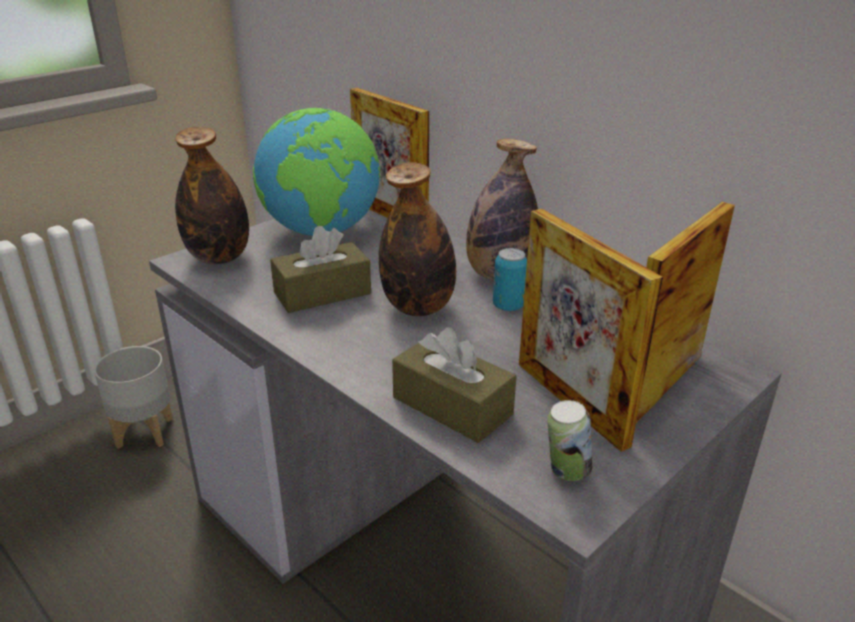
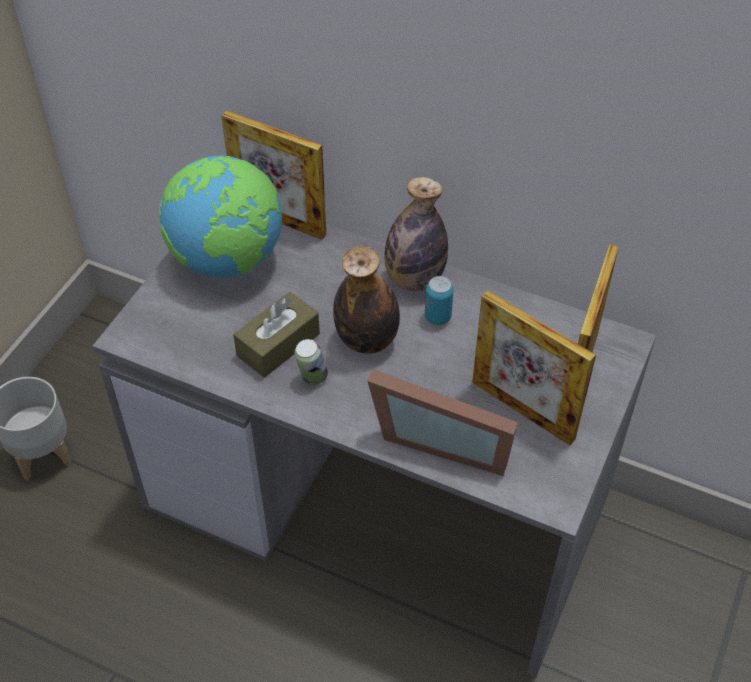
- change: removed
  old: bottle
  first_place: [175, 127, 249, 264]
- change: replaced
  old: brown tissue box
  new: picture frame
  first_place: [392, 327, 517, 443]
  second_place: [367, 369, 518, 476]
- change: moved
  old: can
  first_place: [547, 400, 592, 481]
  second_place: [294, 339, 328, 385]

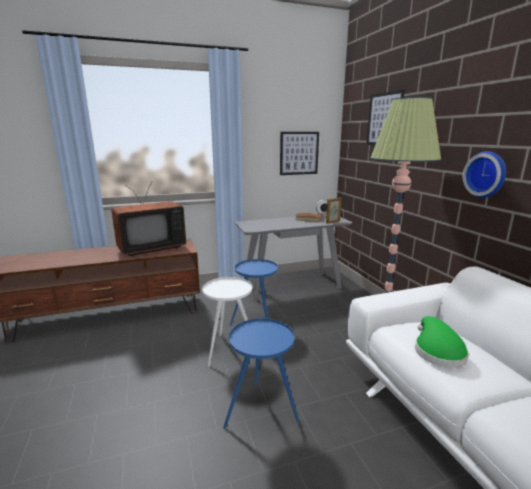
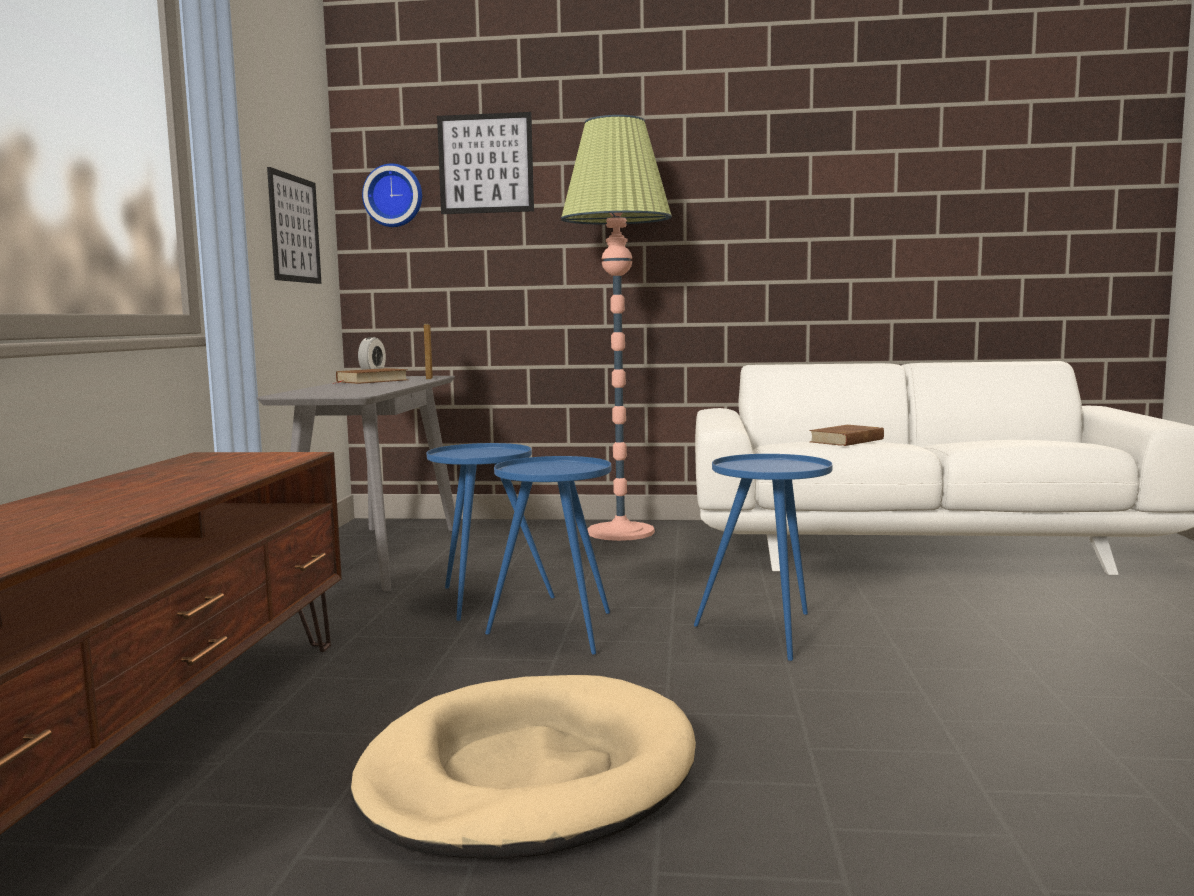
- change: moved
  old: wall clock
  first_place: [463, 151, 506, 198]
  second_place: [362, 164, 422, 227]
- change: removed
  old: television
  first_place: [111, 180, 186, 256]
- change: recoloured
  old: white side table
  new: blue side table
  first_place: [202, 277, 252, 366]
  second_place: [485, 456, 611, 654]
- change: replaced
  old: green hat
  new: brown book
  first_place: [415, 316, 469, 368]
  second_place: [809, 425, 884, 446]
- change: added
  new: beige dog bed
  second_place: [351, 675, 696, 859]

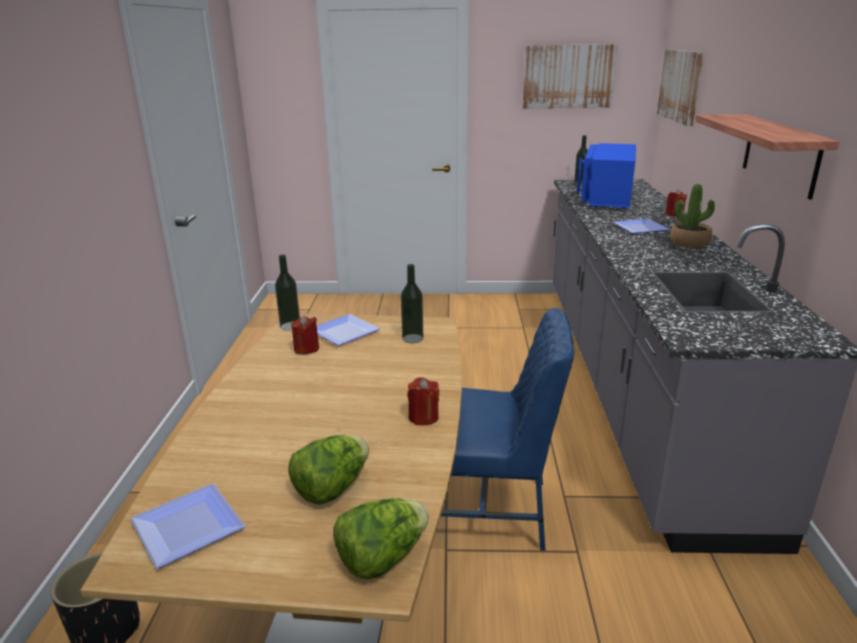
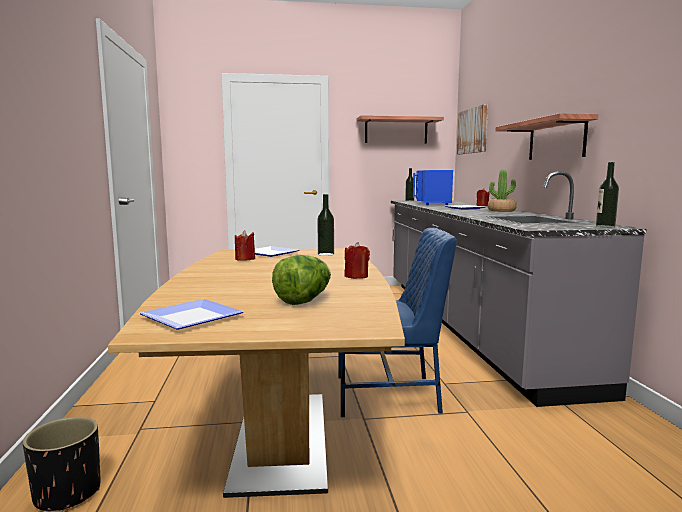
- change: replaced
  old: picture
  new: shelf
  first_place: [523, 44, 617, 109]
  second_place: [356, 115, 444, 143]
- change: moved
  old: bottle
  first_place: [275, 255, 300, 331]
  second_place: [596, 162, 619, 227]
- change: removed
  old: lettuce
  first_place: [333, 498, 429, 579]

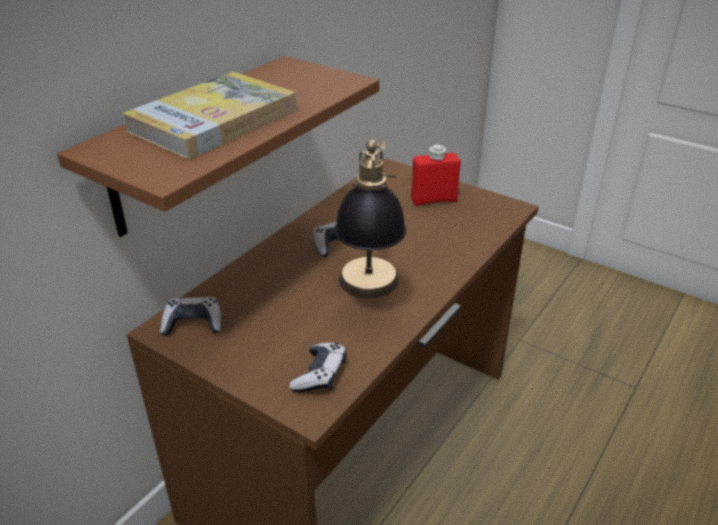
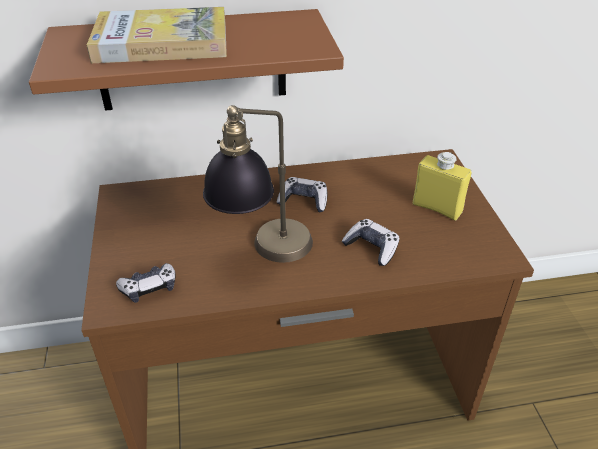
- change: recoloured
  old: red bottle
  new: yellow bottle
  first_place: [411, 145, 461, 206]
  second_place: [413, 152, 472, 221]
- change: moved
  old: game controller
  first_place: [160, 297, 222, 336]
  second_place: [342, 219, 400, 266]

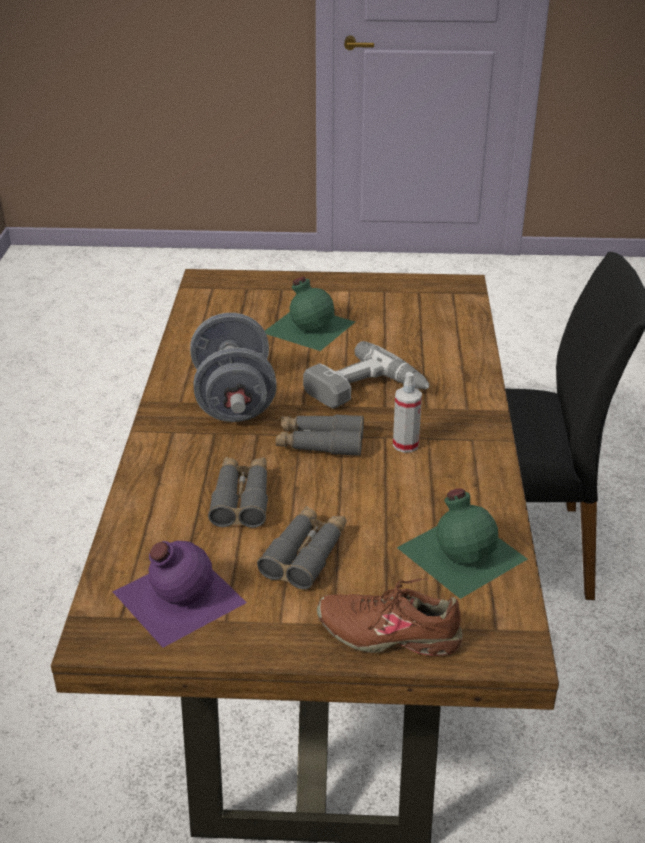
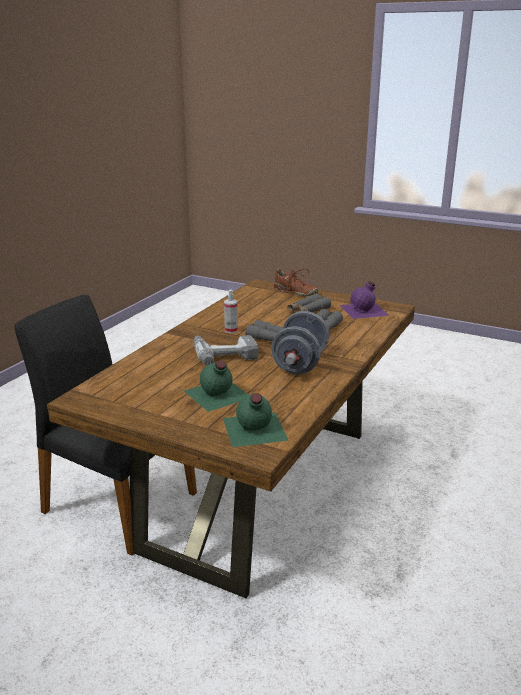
- change: moved
  old: green bottle
  first_place: [397, 488, 527, 599]
  second_place: [223, 393, 289, 447]

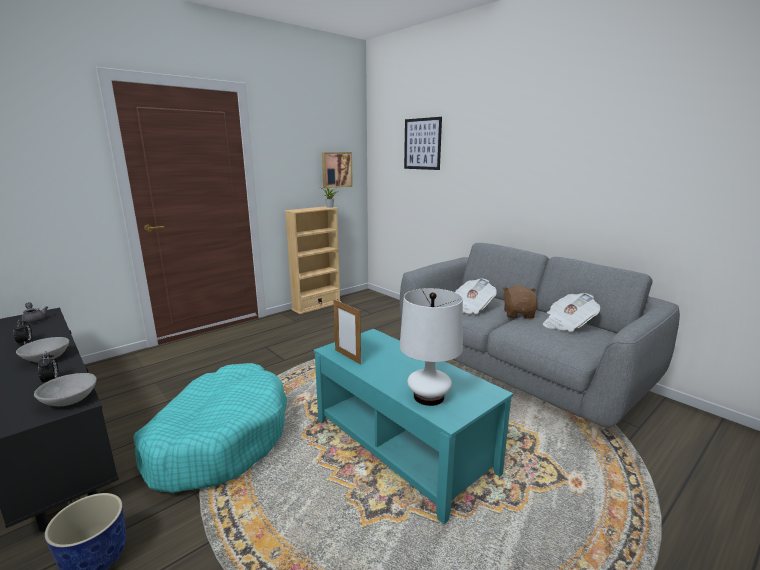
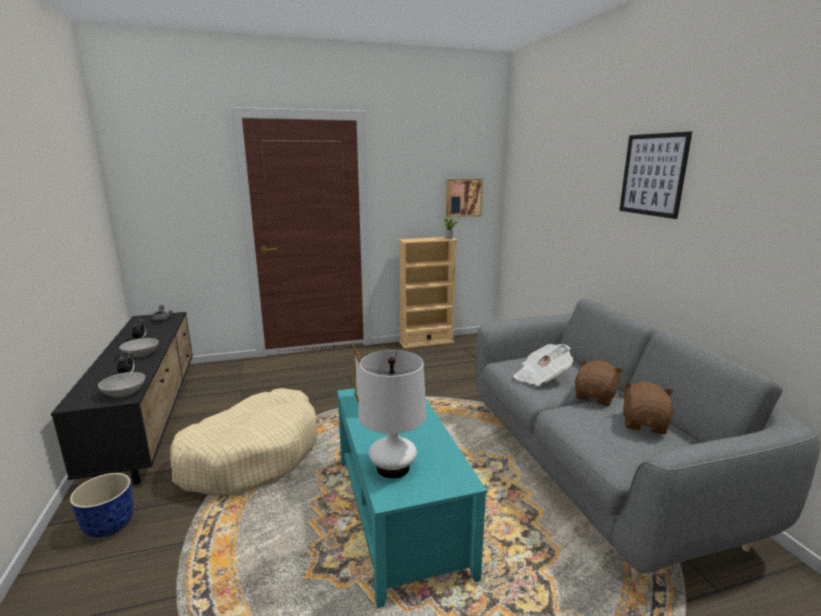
- change: moved
  old: picture
  first_place: [404, 117, 442, 170]
  second_place: [619, 131, 692, 219]
- change: replaced
  old: newspaper
  new: brown plush toy
  first_place: [543, 293, 600, 332]
  second_place: [622, 382, 674, 434]
- change: recoloured
  old: turquoise dog bed
  new: beige dog bed
  first_place: [133, 363, 287, 493]
  second_place: [170, 388, 317, 496]

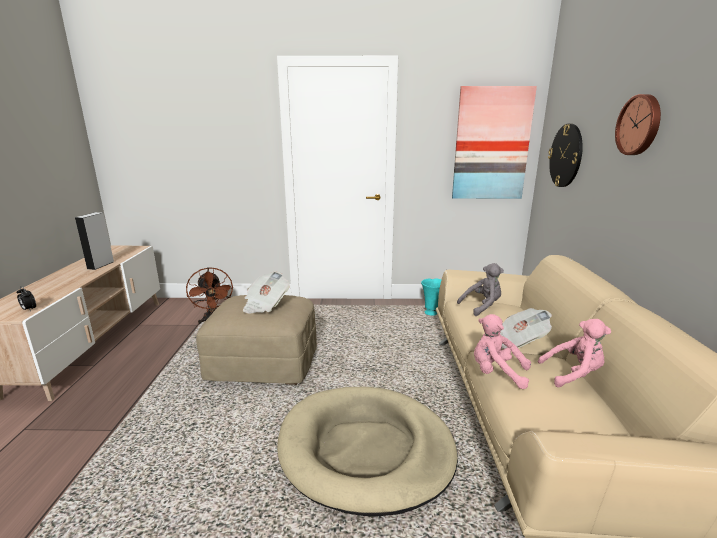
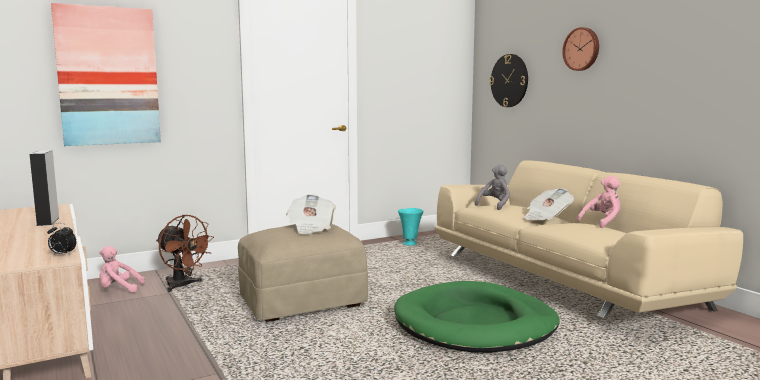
- change: moved
  old: picture
  first_place: [452, 86, 537, 199]
  second_place: [51, 3, 161, 146]
- change: moved
  old: pink plush toy
  first_place: [474, 314, 531, 389]
  second_place: [99, 246, 145, 293]
- change: recoloured
  old: beige dog bed
  new: green dog bed
  first_place: [277, 387, 458, 517]
  second_place: [394, 281, 560, 353]

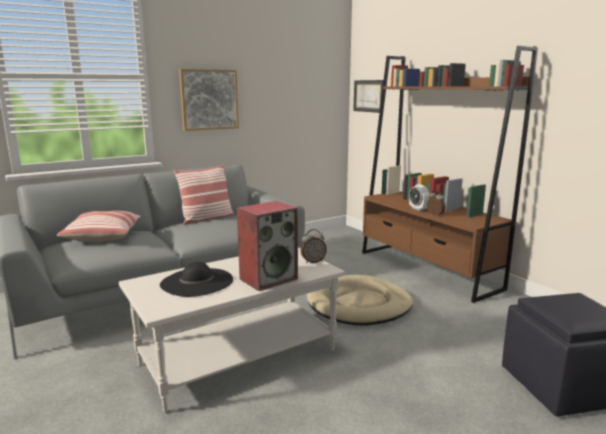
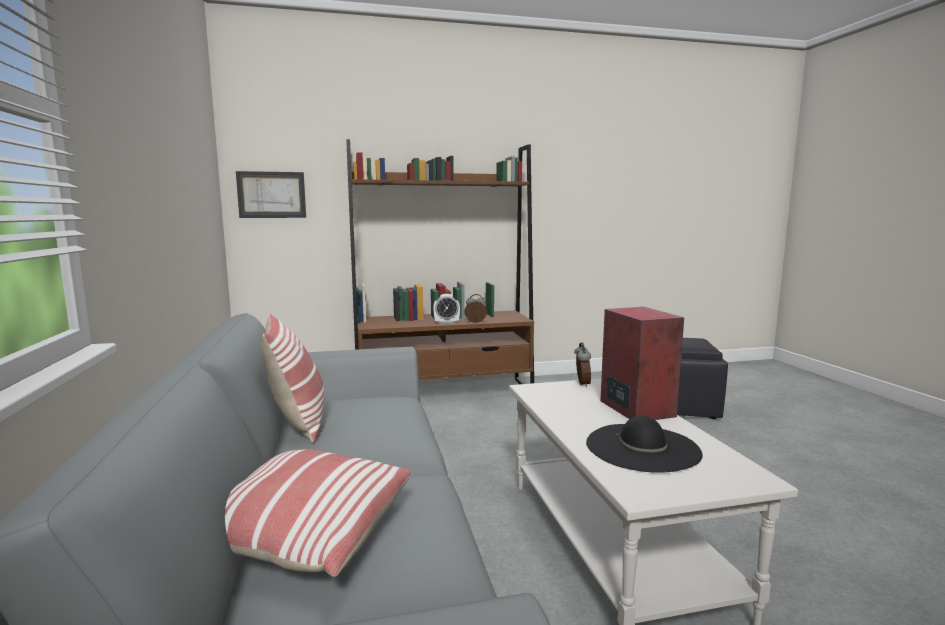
- change: removed
  old: picture
  first_place: [179, 69, 239, 131]
- change: removed
  old: beige dog bed
  first_place: [307, 275, 413, 325]

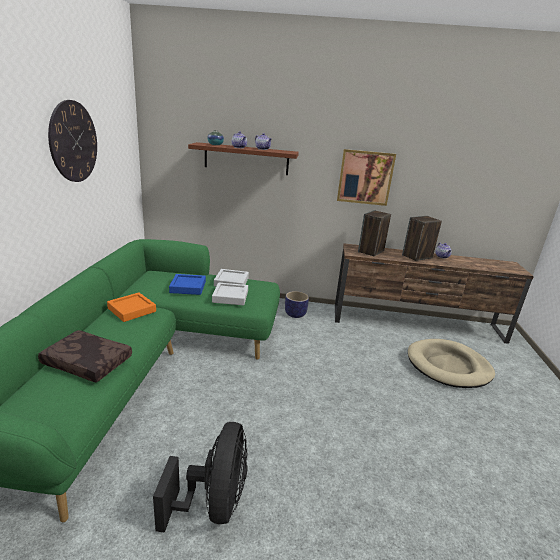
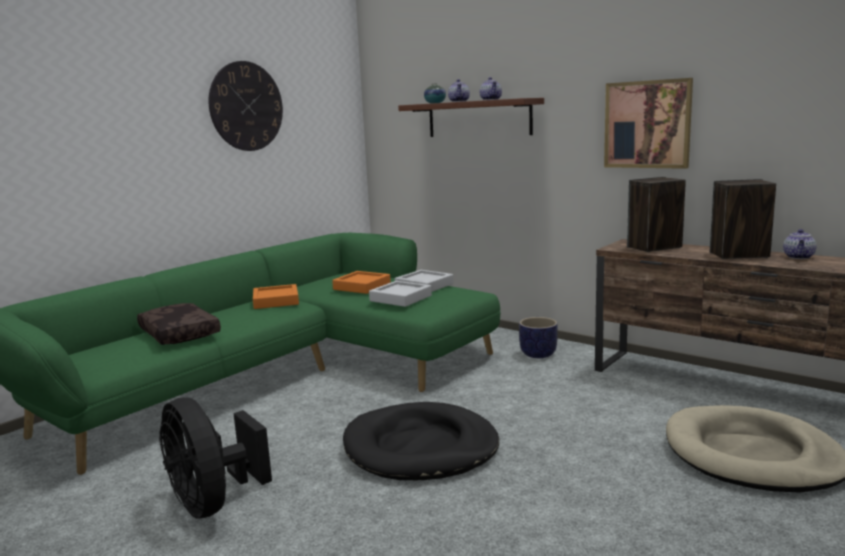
- change: recoloured
  old: blue tray
  new: orange tray
  first_place: [169, 274, 206, 295]
  second_place: [332, 271, 391, 294]
- change: turned
  old: black fan
  first_place: [153, 422, 248, 533]
  second_place: [159, 397, 272, 519]
  degrees: 105
- change: added
  new: black dog bed
  second_place: [343, 402, 499, 480]

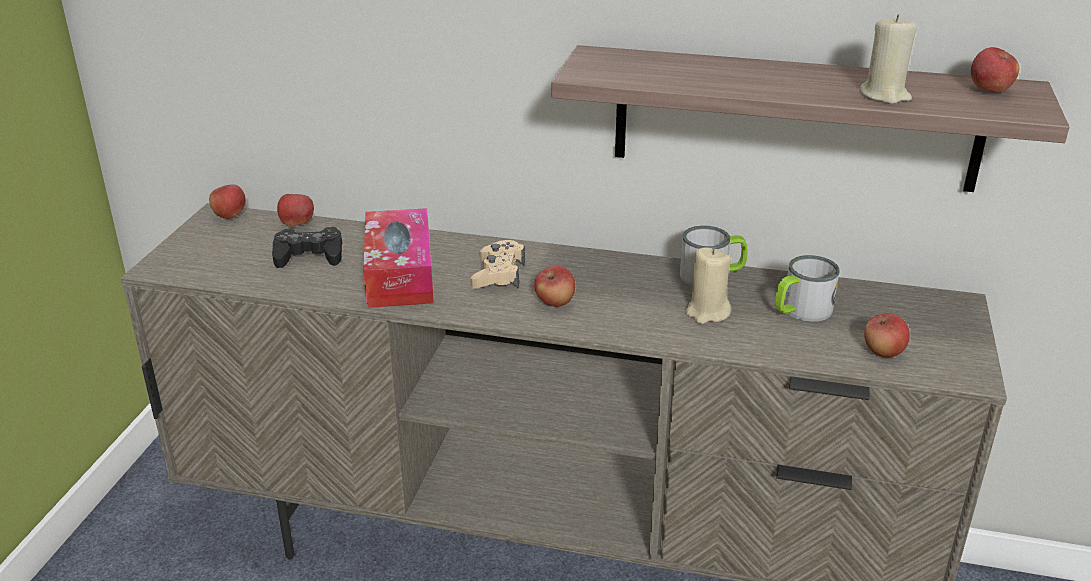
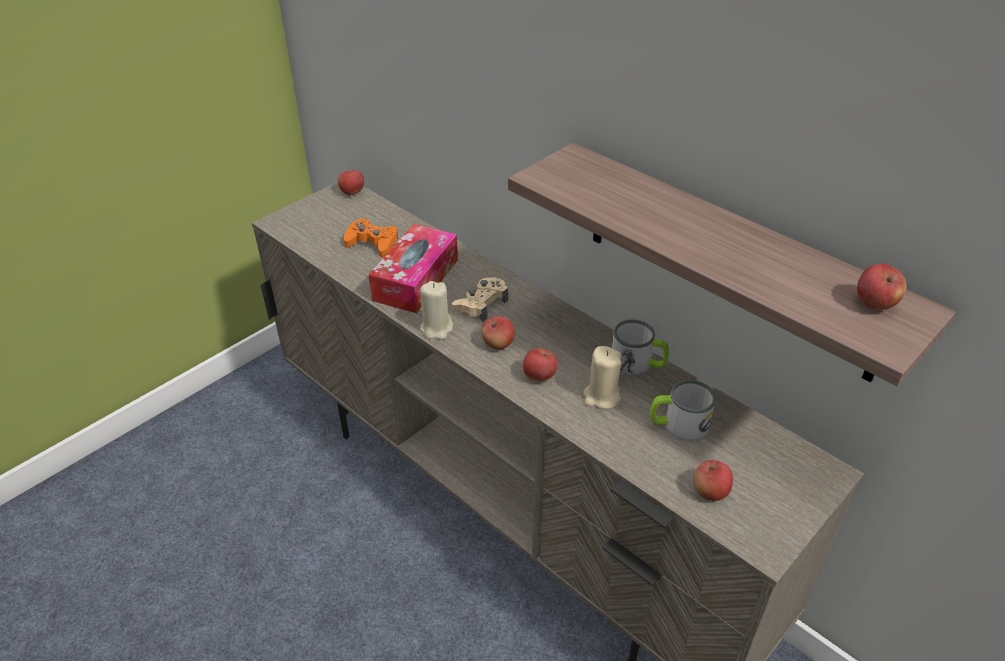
- change: moved
  old: beige candle
  first_place: [860, 14, 917, 104]
  second_place: [420, 281, 453, 340]
- change: moved
  old: apple
  first_place: [277, 194, 314, 227]
  second_place: [523, 348, 558, 381]
- change: recoloured
  old: black game controller
  new: orange game controller
  first_place: [272, 227, 342, 268]
  second_place: [343, 218, 398, 258]

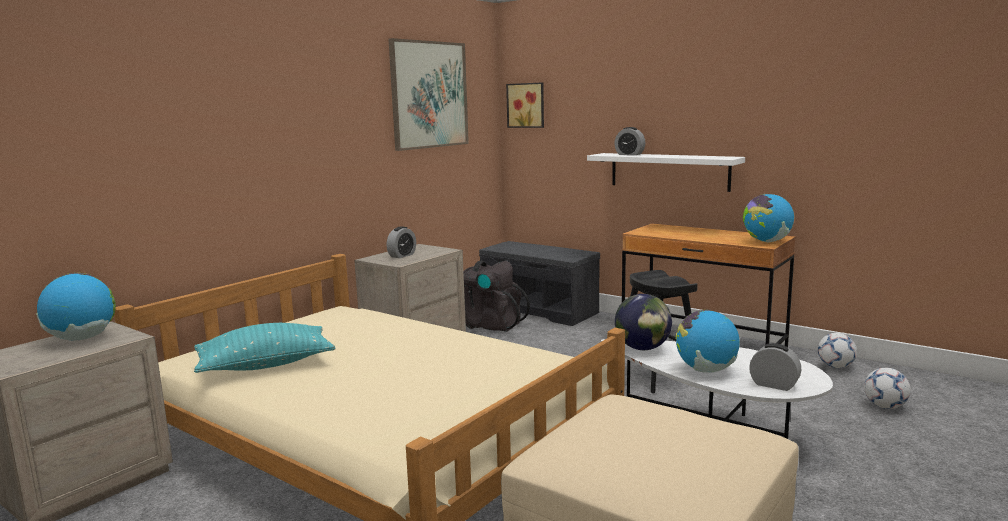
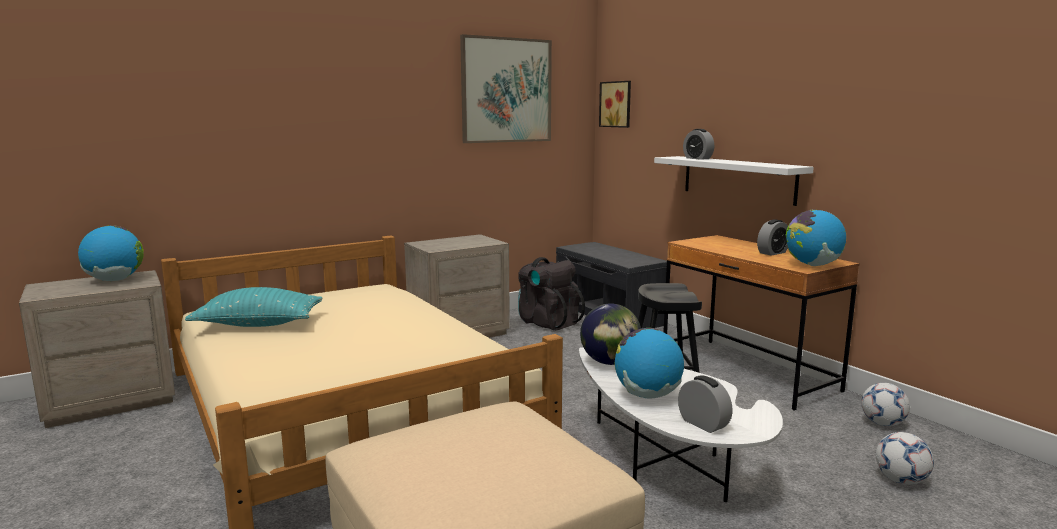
- change: moved
  old: alarm clock
  first_place: [387, 226, 416, 258]
  second_place: [757, 219, 788, 256]

